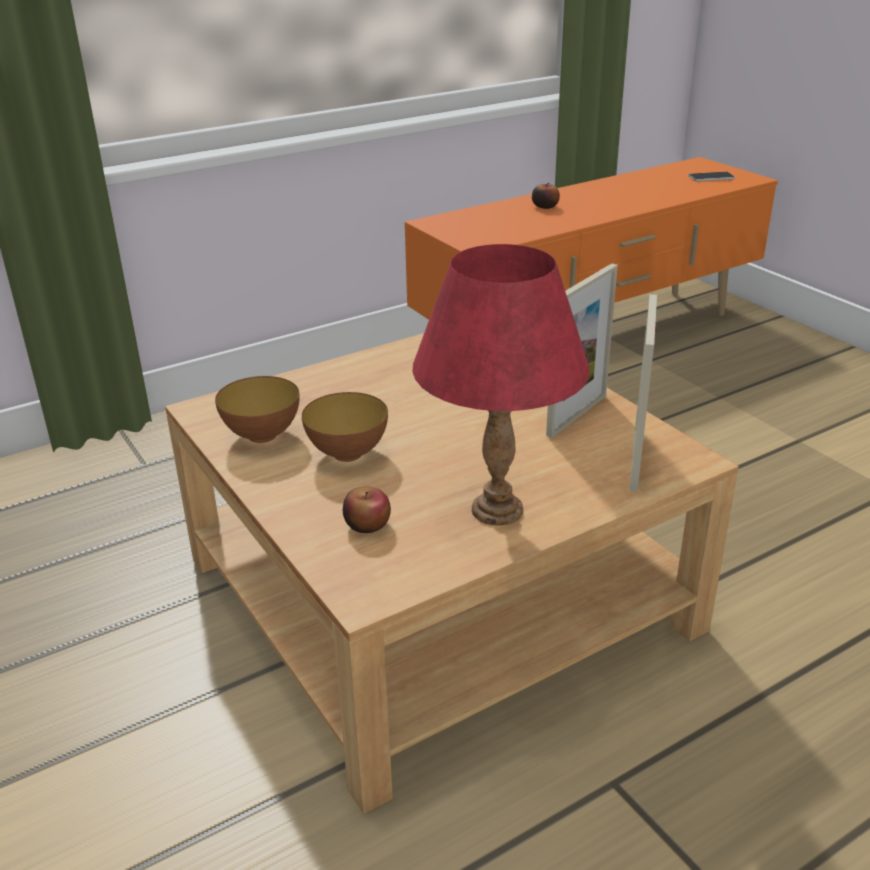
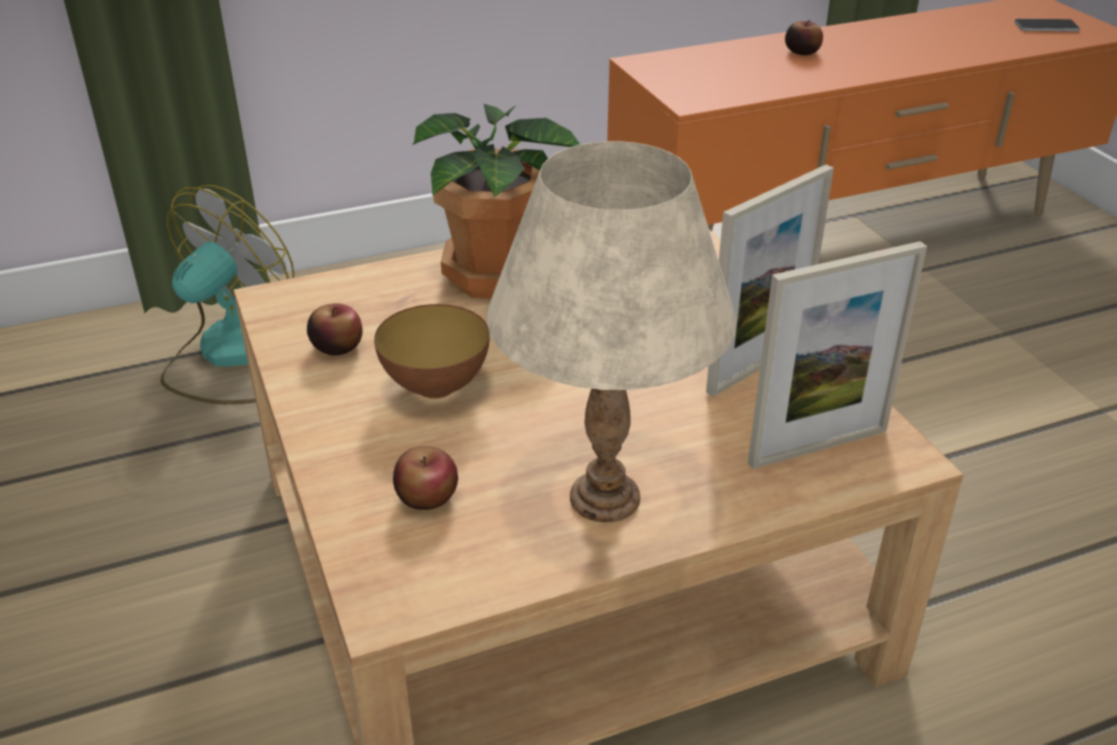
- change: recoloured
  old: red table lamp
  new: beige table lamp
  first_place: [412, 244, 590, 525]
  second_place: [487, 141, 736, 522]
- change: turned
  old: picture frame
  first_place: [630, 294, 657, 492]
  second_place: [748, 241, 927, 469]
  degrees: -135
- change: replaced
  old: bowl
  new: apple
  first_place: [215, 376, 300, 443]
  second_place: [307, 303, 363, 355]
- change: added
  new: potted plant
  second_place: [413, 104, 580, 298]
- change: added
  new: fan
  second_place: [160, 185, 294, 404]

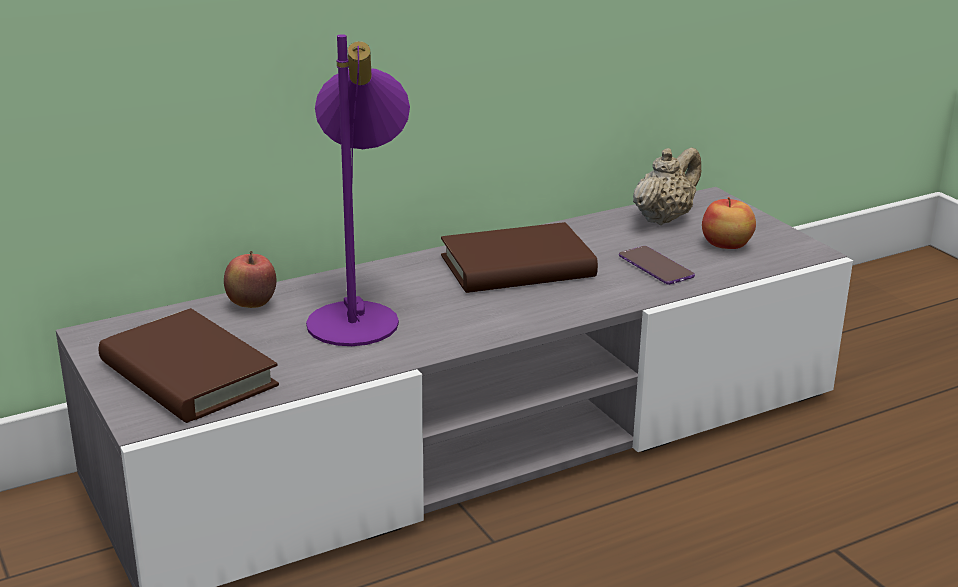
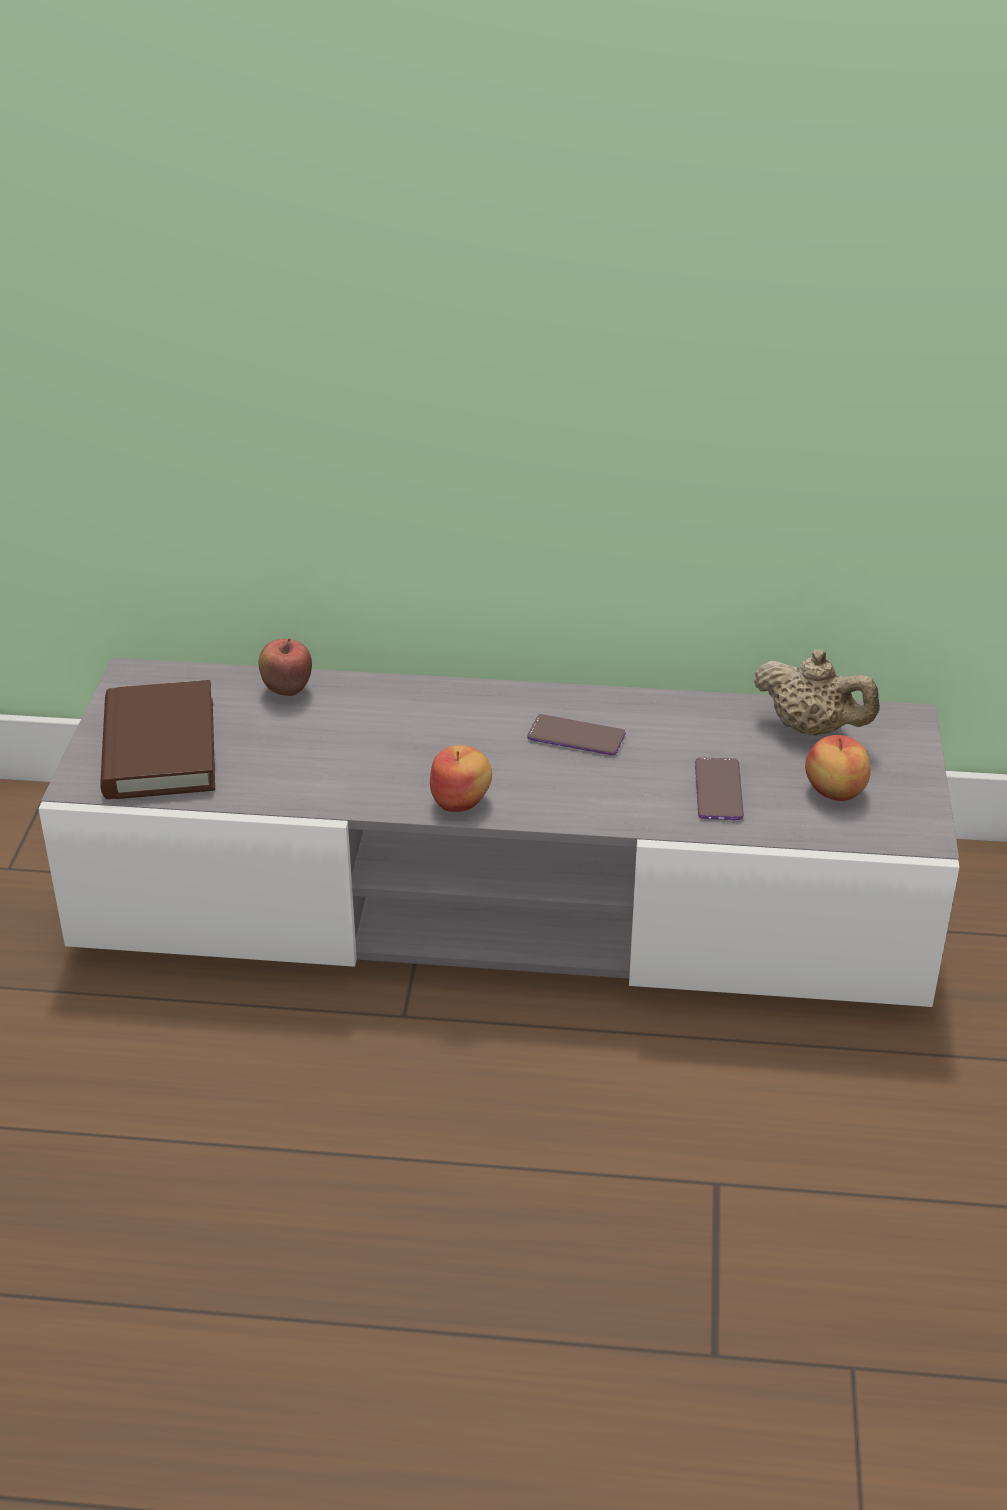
- change: removed
  old: purple table lamp
  first_place: [306, 34, 410, 346]
- change: turned
  old: beige teapot
  first_place: [633, 147, 701, 225]
  second_place: [753, 649, 880, 736]
  degrees: 45
- change: replaced
  old: brown book
  new: phone
  first_place: [441, 222, 598, 293]
  second_place: [527, 714, 626, 755]
- change: added
  new: apple
  second_place: [430, 745, 492, 812]

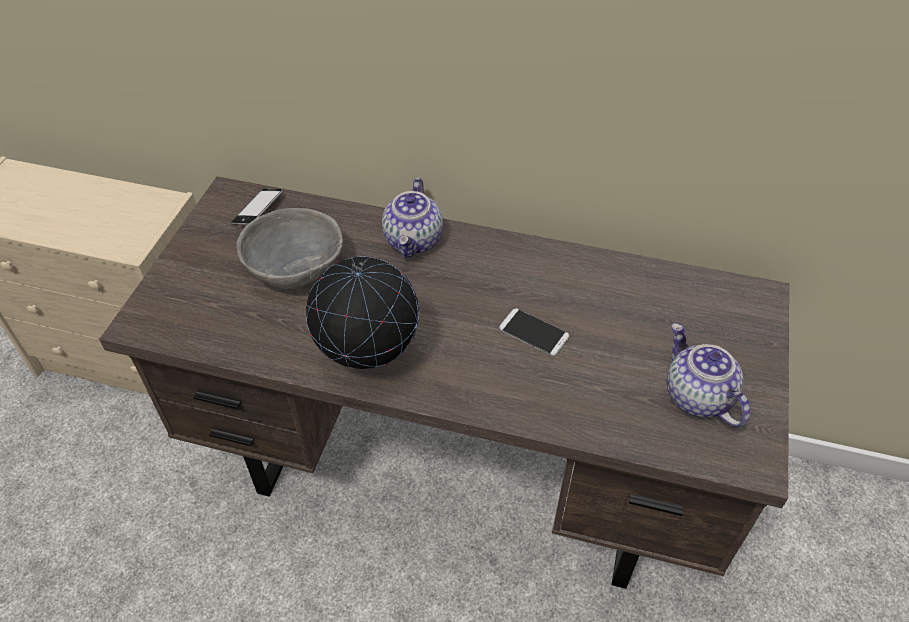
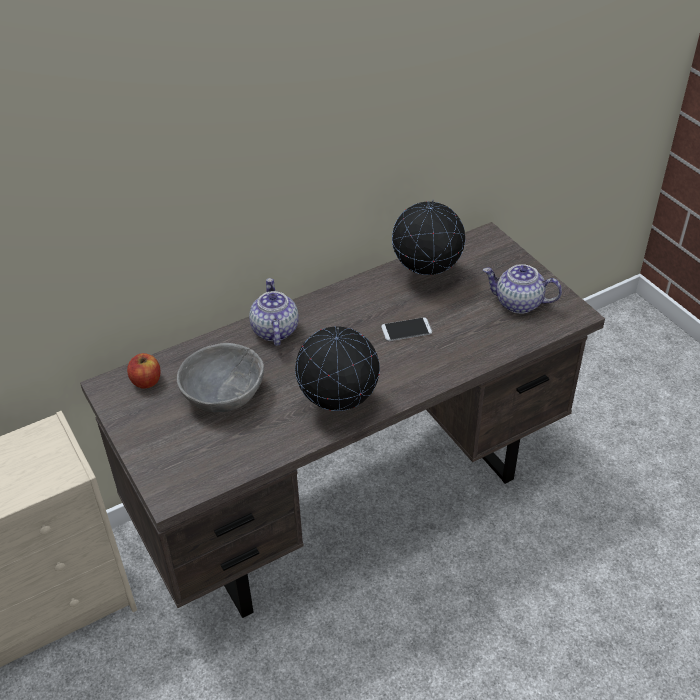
- change: turned
  old: teapot
  first_place: [382, 178, 443, 258]
  second_place: [249, 278, 299, 346]
  degrees: -150
- change: replaced
  old: phone
  new: apple
  first_place: [231, 189, 283, 225]
  second_place: [127, 353, 160, 389]
- change: added
  new: globe
  second_place: [392, 200, 465, 275]

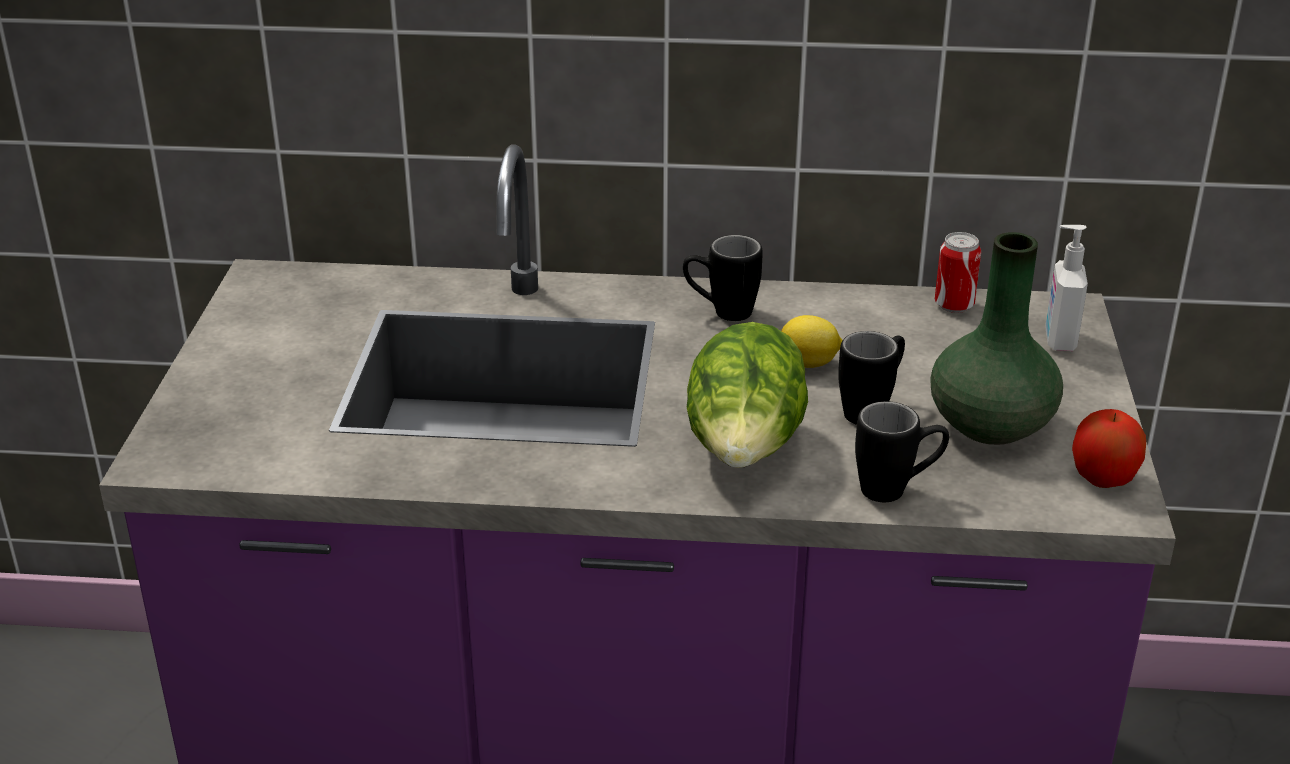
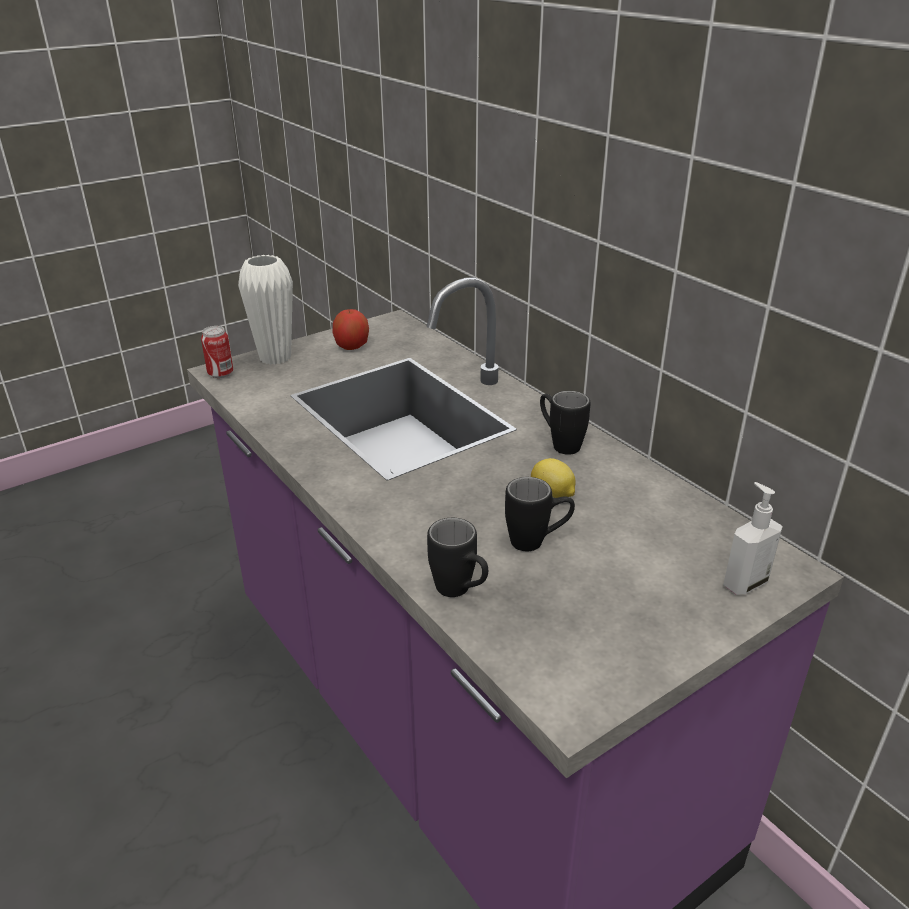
- change: removed
  old: green vase
  first_place: [930, 232, 1063, 445]
- change: moved
  old: can
  first_place: [935, 232, 981, 313]
  second_place: [201, 326, 233, 378]
- change: removed
  old: lettuce
  first_place: [687, 322, 808, 468]
- change: moved
  old: apple
  first_place: [1072, 409, 1146, 488]
  second_place: [333, 309, 369, 350]
- change: added
  new: white vase
  second_place: [238, 255, 293, 365]

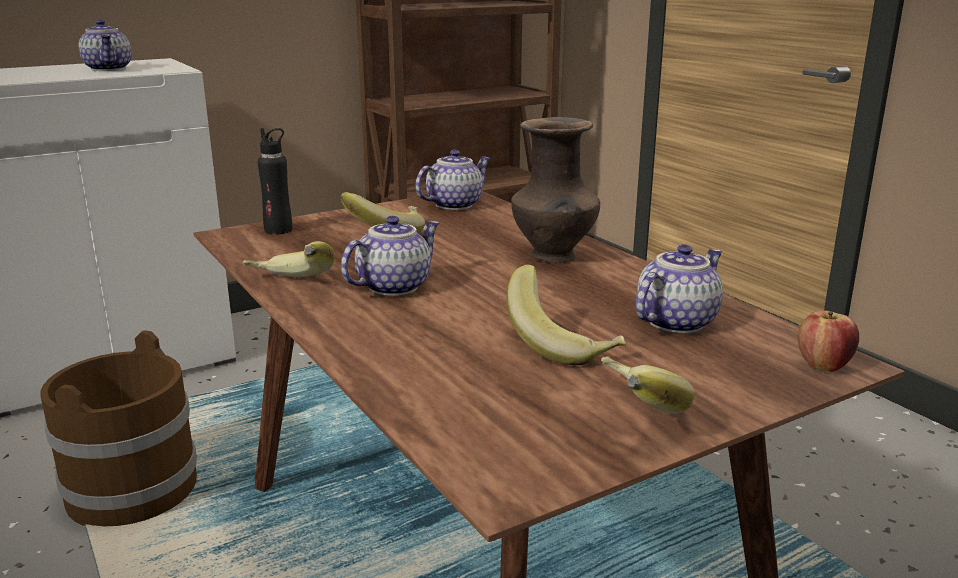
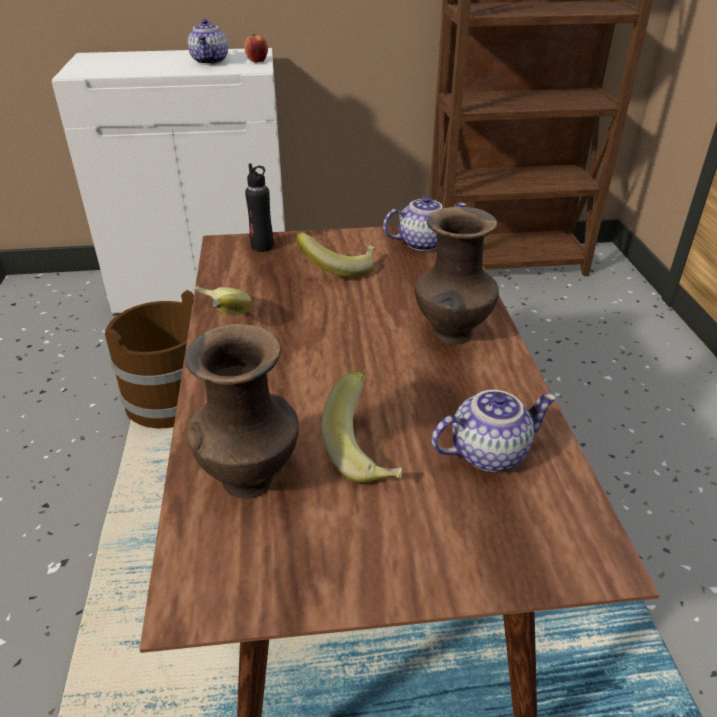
- change: removed
  old: teapot
  first_place: [341, 216, 440, 296]
- change: moved
  old: apple
  first_place: [798, 310, 859, 372]
  second_place: [244, 34, 268, 63]
- change: removed
  old: banana
  first_place: [601, 357, 695, 414]
- change: added
  new: brown vase
  second_place: [185, 324, 299, 499]

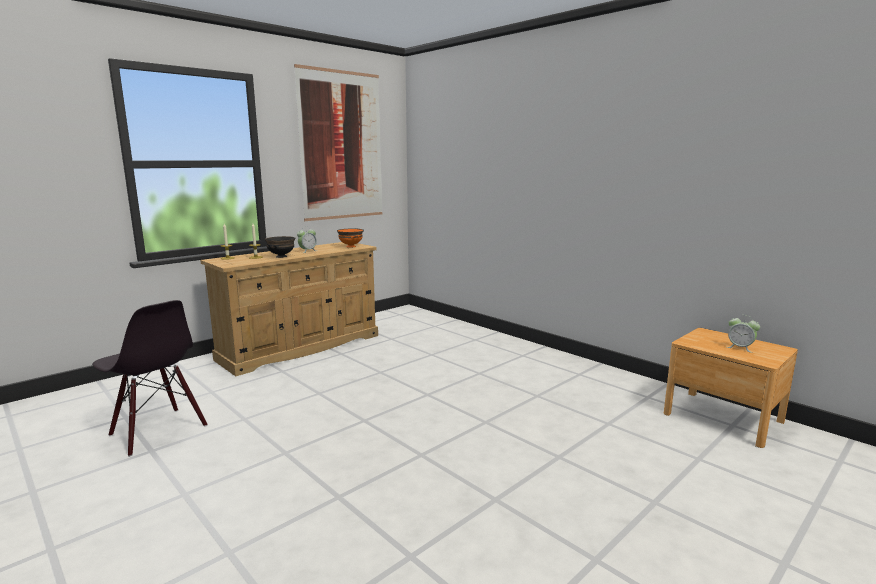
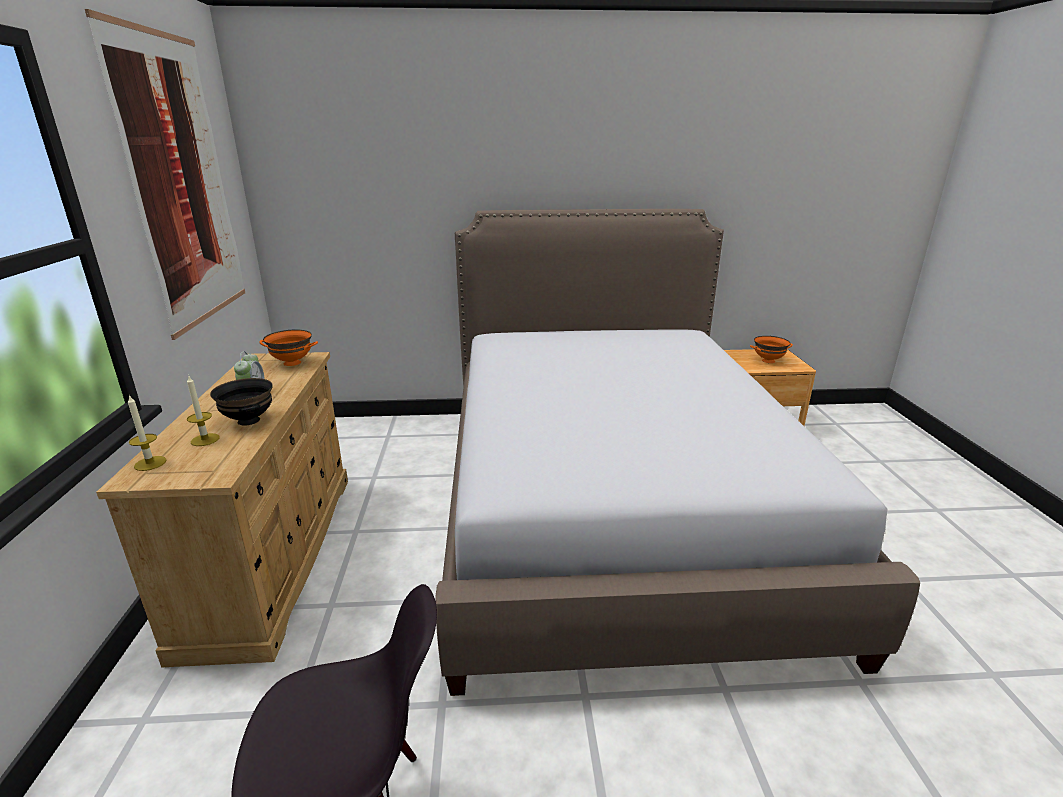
- change: replaced
  old: alarm clock
  new: orange bowl
  first_place: [727, 315, 760, 353]
  second_place: [750, 336, 793, 363]
- change: added
  new: bed
  second_place: [435, 209, 920, 696]

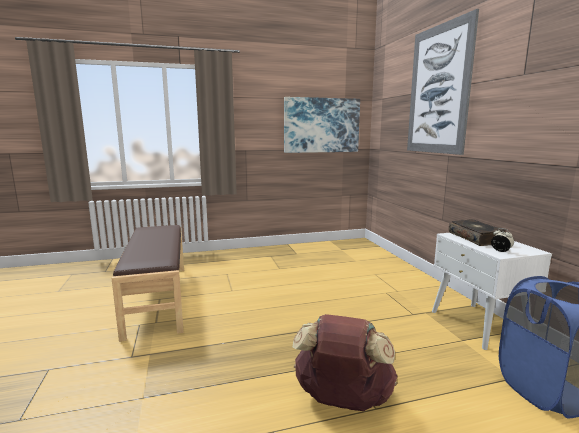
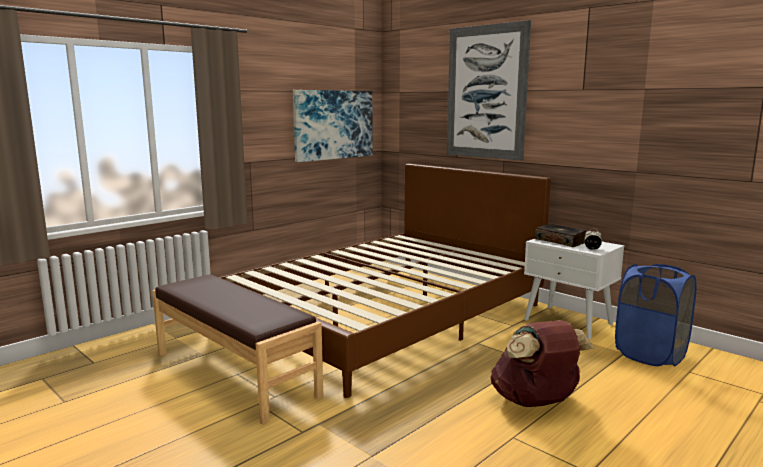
- change: added
  new: brown bed
  second_place: [219, 164, 551, 398]

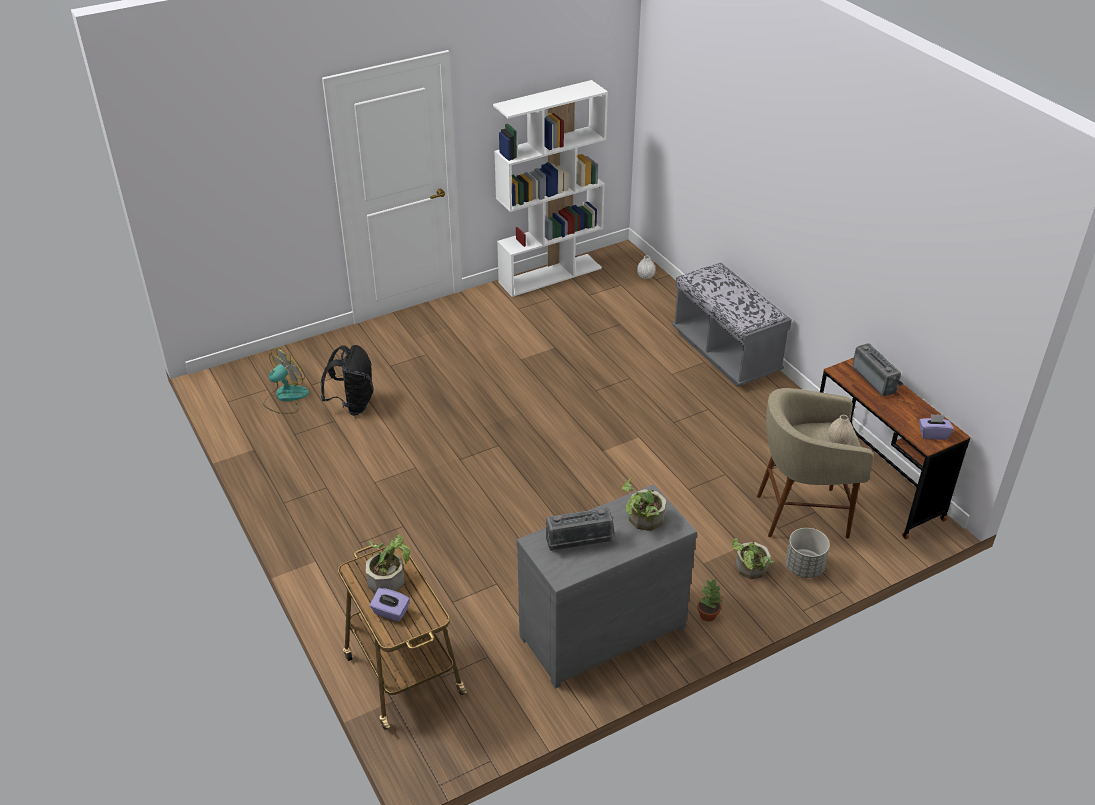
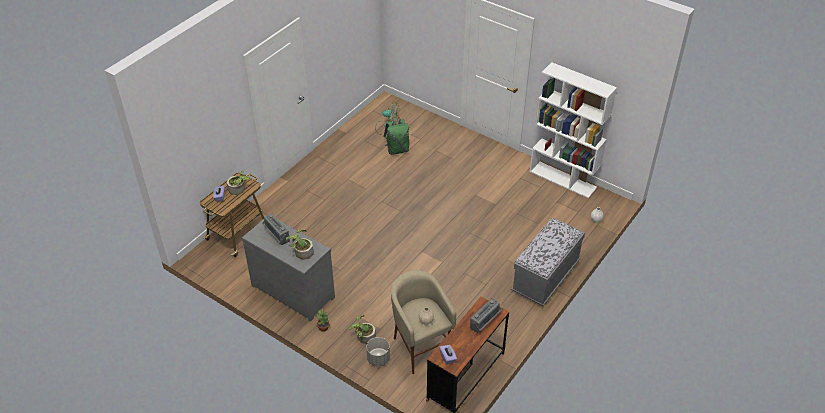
- change: recoloured
  old: black backpack
  new: green backpack
  first_place: [321, 345, 374, 415]
  second_place: [383, 119, 410, 155]

